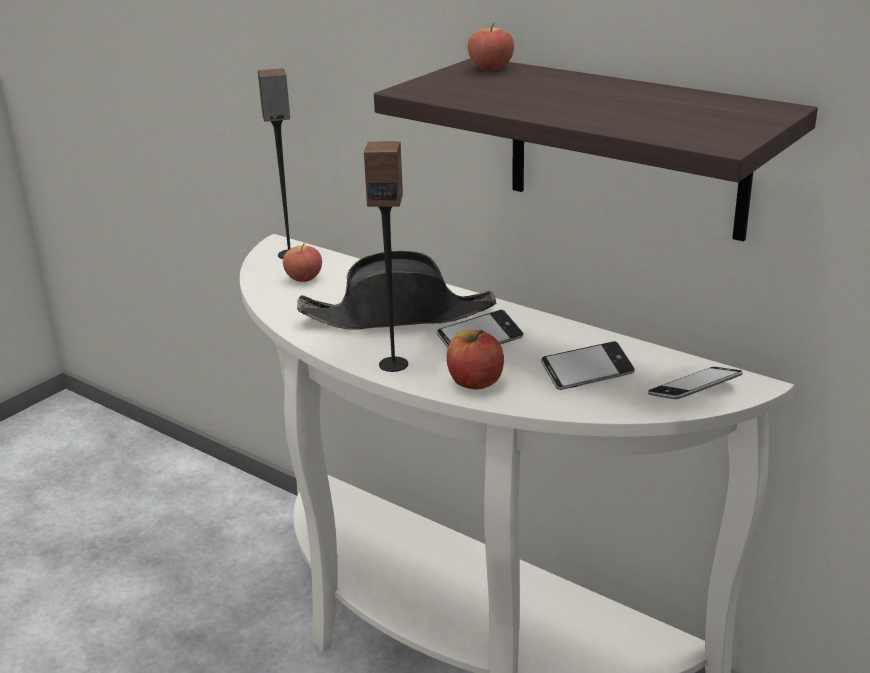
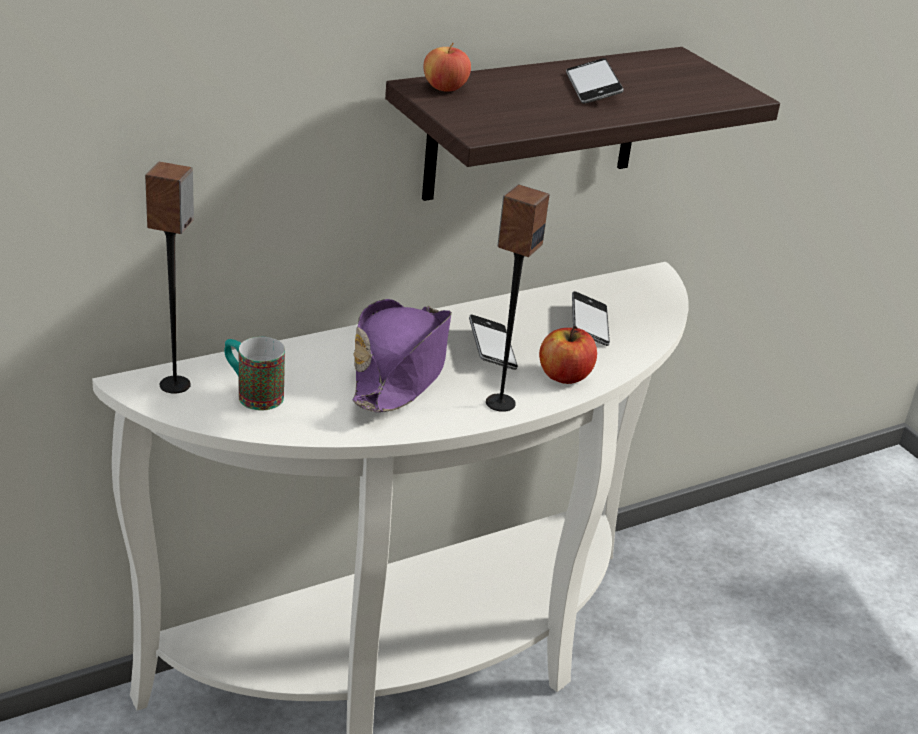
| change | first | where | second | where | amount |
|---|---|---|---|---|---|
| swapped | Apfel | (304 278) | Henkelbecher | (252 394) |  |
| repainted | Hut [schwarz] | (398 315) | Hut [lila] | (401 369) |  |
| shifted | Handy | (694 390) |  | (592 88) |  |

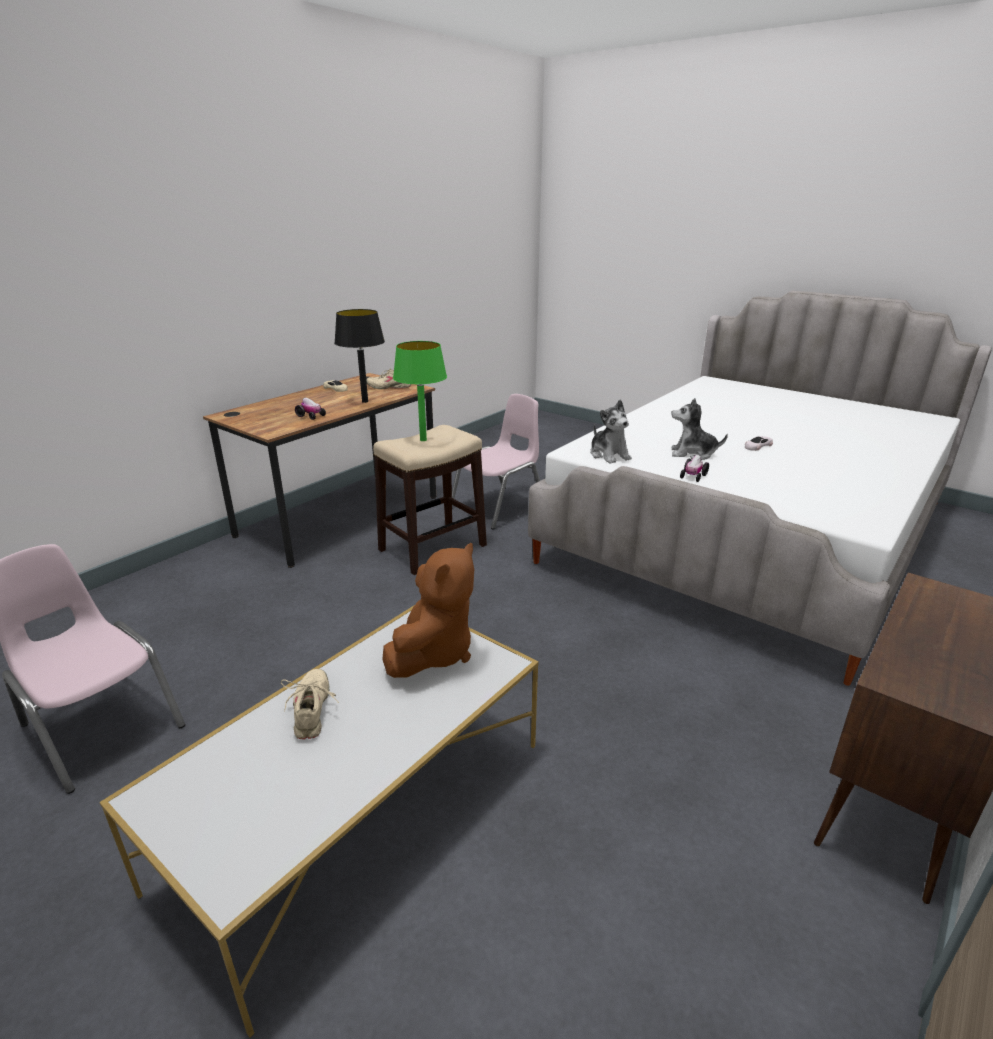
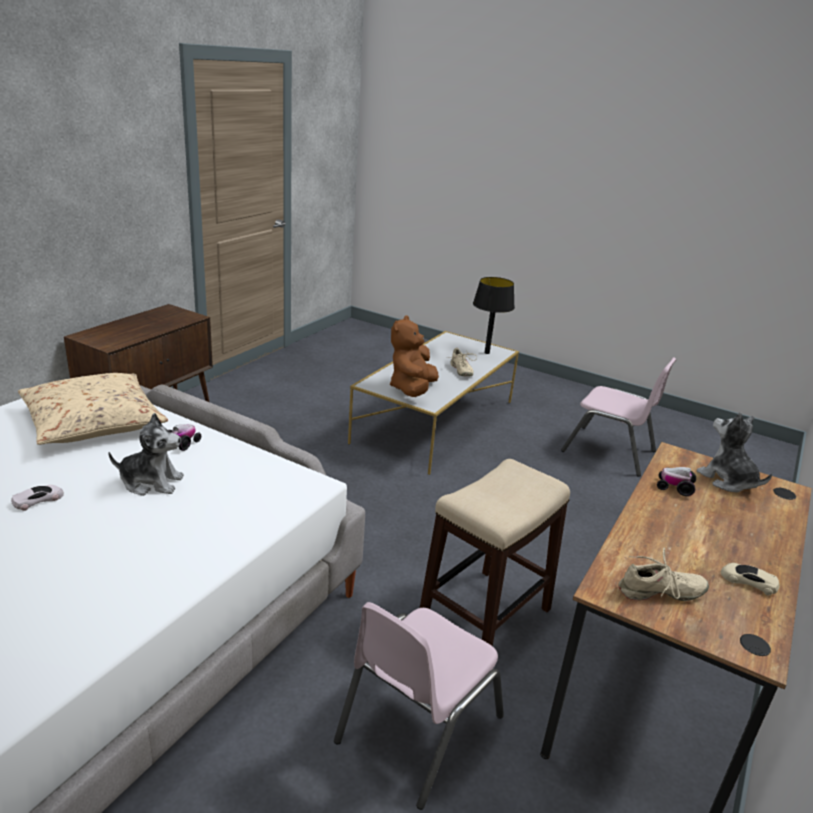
| change | first | where | second | where | amount |
|---|---|---|---|---|---|
| shifted | Tischlampe [schwarz] | (364 401) |  | (487 353) |  |
| gone | Tischlampe [grün] | (423 440) |  |  |  |
| shifted | Plüschtier | (609 455) |  | (727 480) |  |
| new |  |  | Kissen [beige] | (94 422) |  |

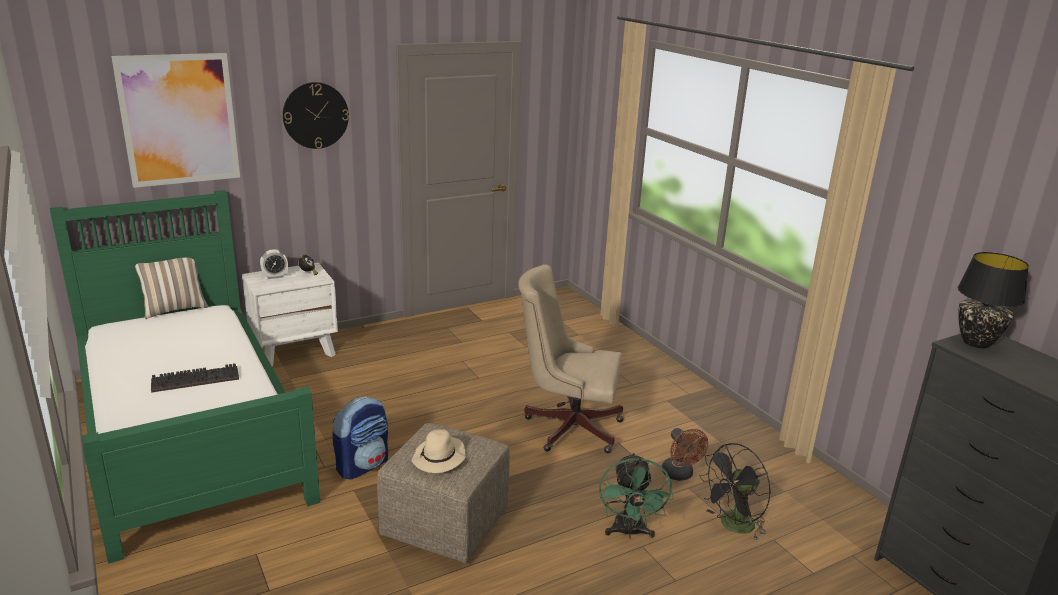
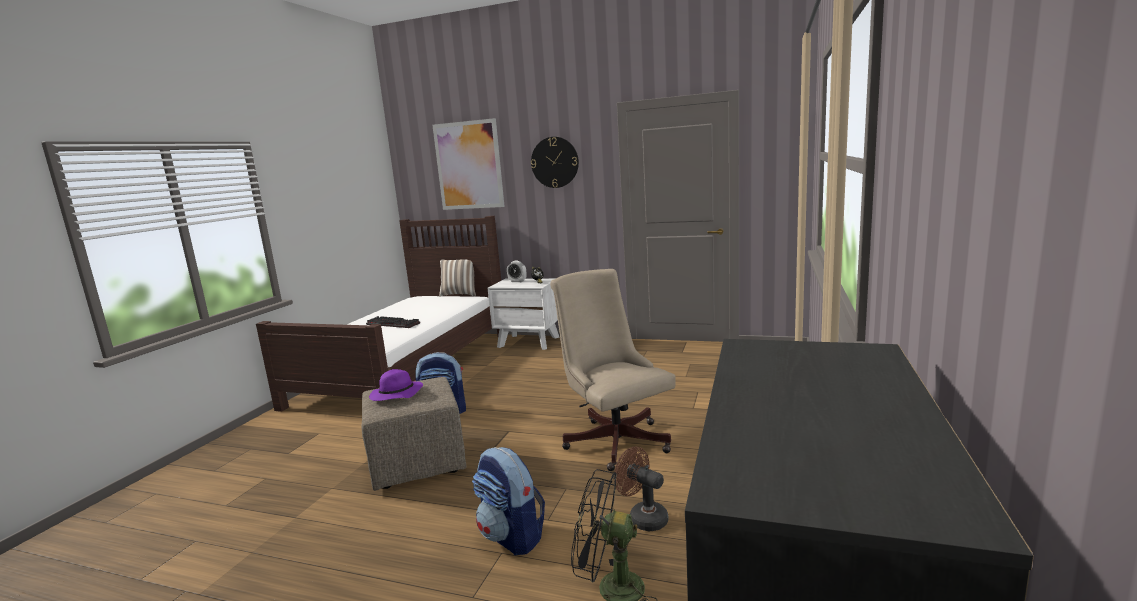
| change | first | where | second | where | amount |
|---|---|---|---|---|---|
| repainted | Bett [grün] | (189 433) | Bett [braun] | (408 367) |  |
| repainted | Hut [beige] | (439 458) | Hut [lila] | (396 395) |  |
| swapped | Ventilator [grün] | (629 532) | Rucksack | (512 536) |  |
| rotated | Ventilator [braun] | (680 475) |  | (643 517) | 105 degrees clockwise |
| gone | Tischlampe [schwarz] | (975 342) |  |  |  |

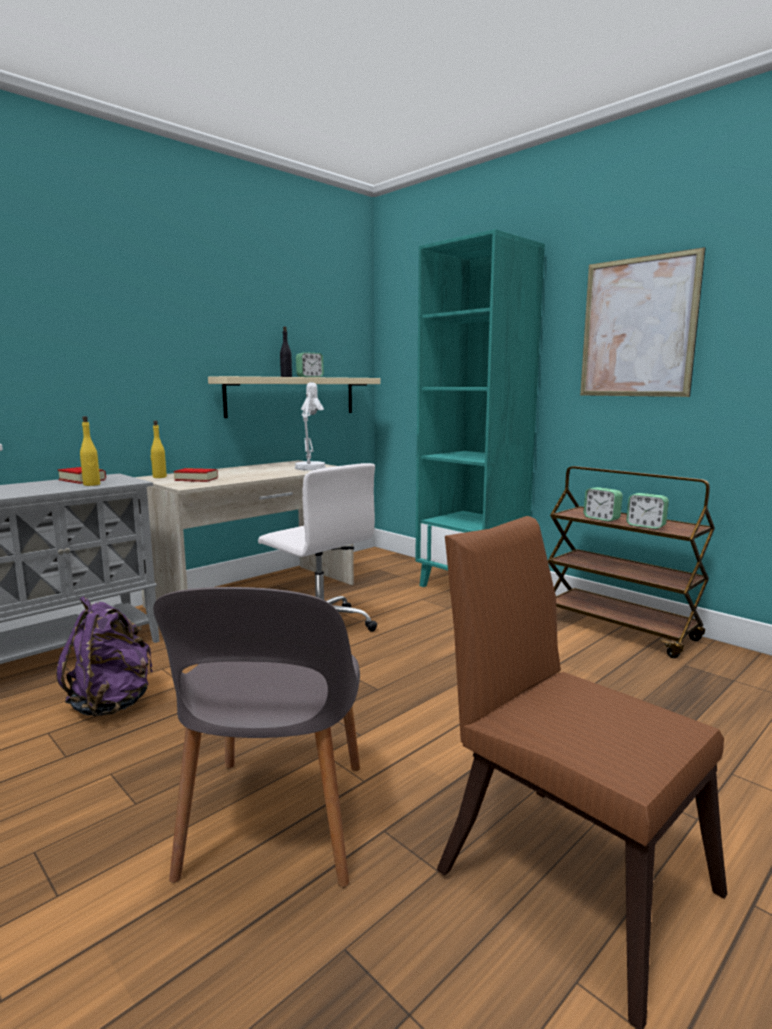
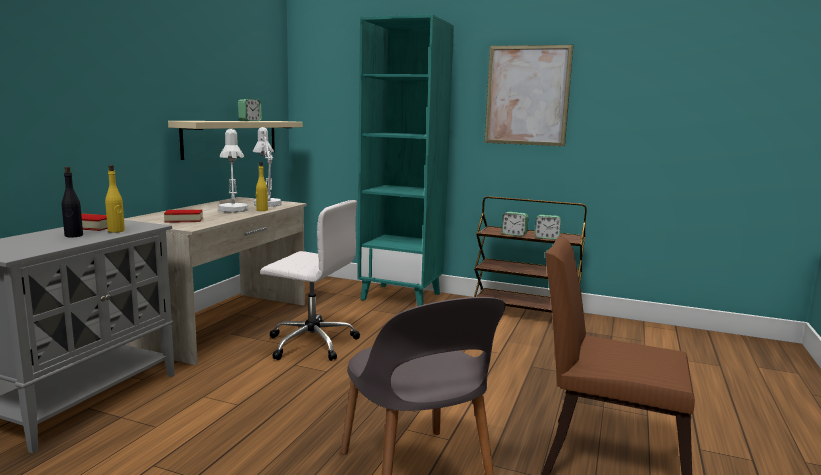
| change | first | where | second | where | amount |
|---|---|---|---|---|---|
| gone | Rucksack [lila] | (112 703) |  |  |  |
| shifted | Flasche [gelb] | (159 477) |  | (262 210) |  |
| shifted | Flasche [schwarz] | (286 376) |  | (73 236) |  |
| new |  |  | Tischlampe [weiß] | (233 211) |  |

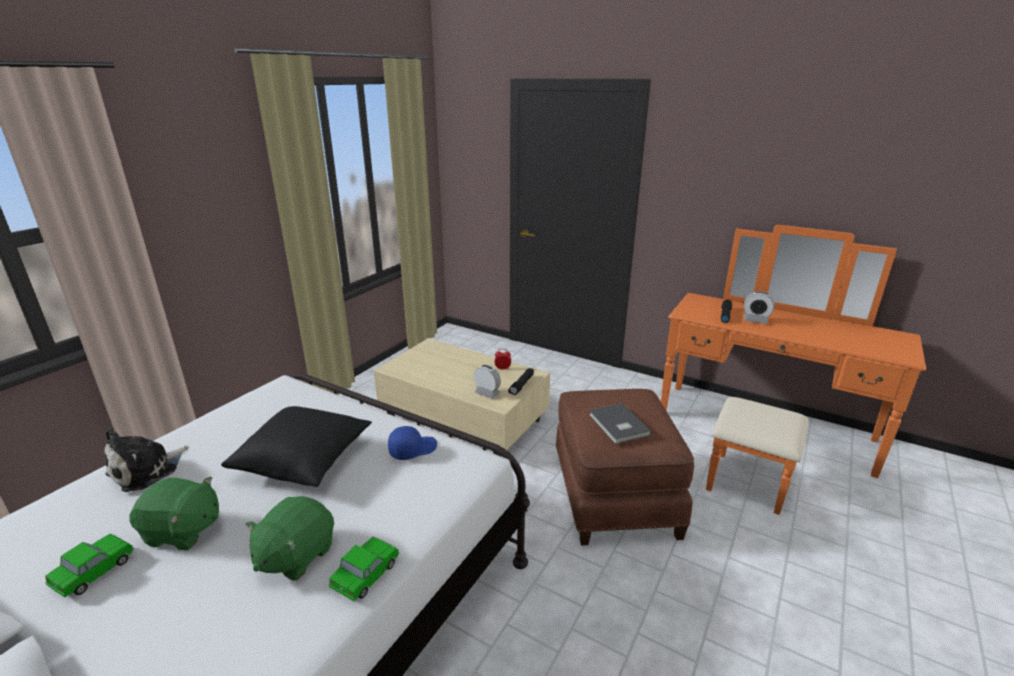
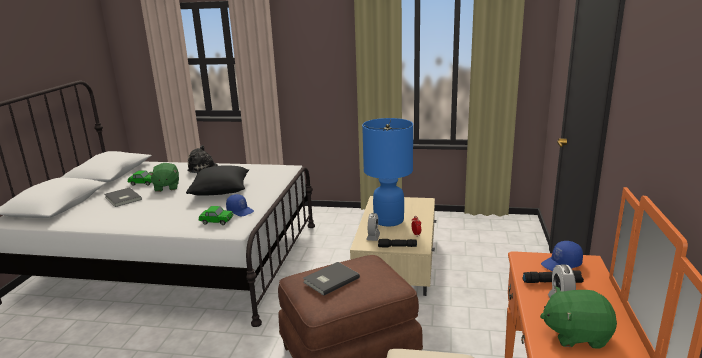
| change | first | where | second | where | amount |
|---|---|---|---|---|---|
| shifted | Plüschtier [grün] | (295 555) |  | (576 334) |  |
| shifted | Spielzeugauto | (366 575) |  | (216 221) |  |
| new |  |  | Buch [grau] | (122 199) |  |
| new |  |  | Tischlampe [blau] | (389 220) |  |
| new |  |  | Kappe [blau] | (561 264) |  |

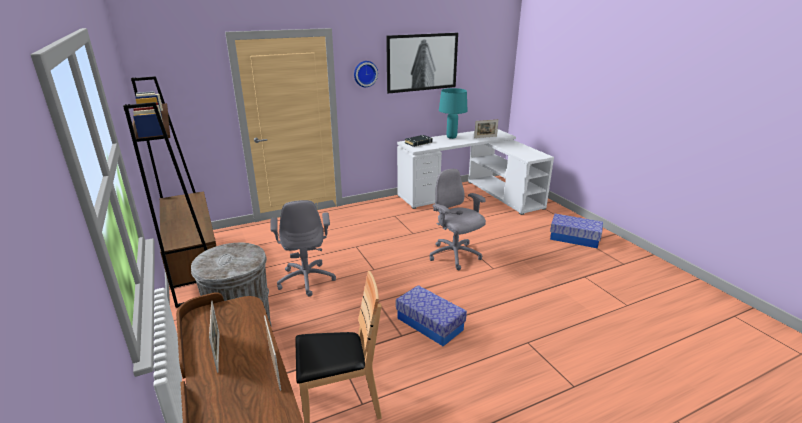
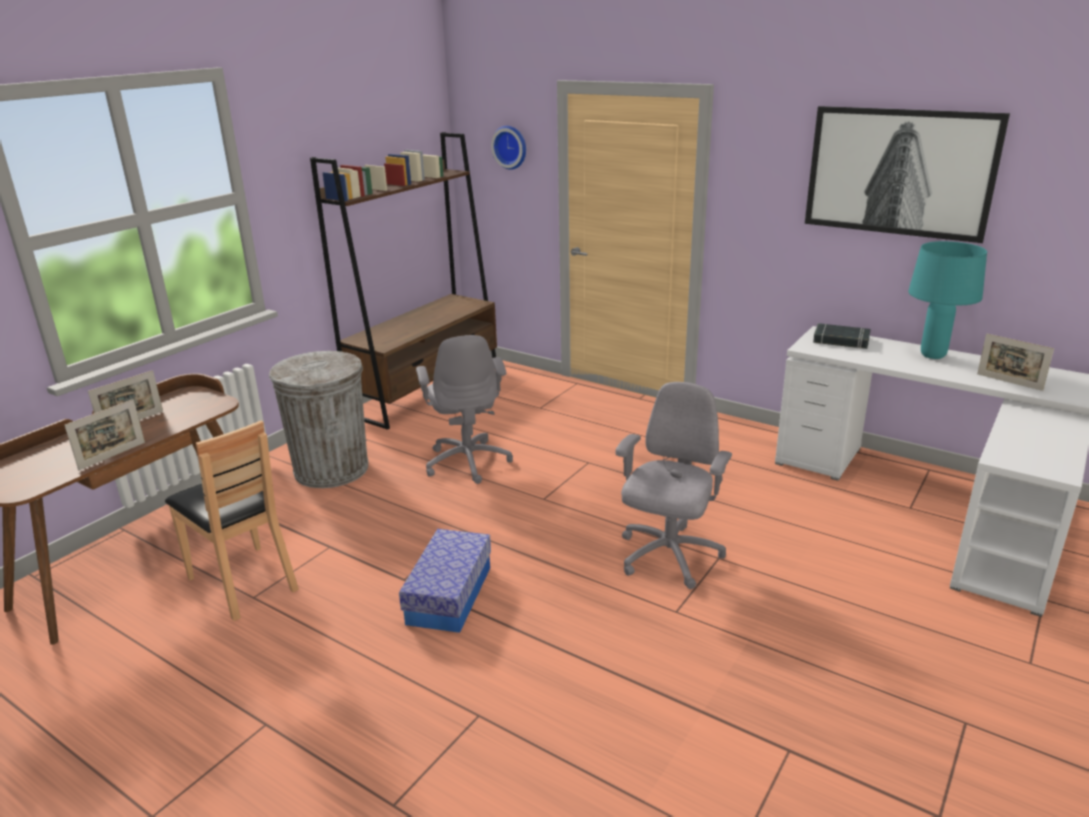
| change | first | where | second | where | amount |
|---|---|---|---|---|---|
| rotated | Bürostuhl [grau] | (306 279) |  | (468 461) | 60 degrees counterclockwise |
| shifted | Wanduhr | (365 73) |  | (511 147) |  |
| gone | Aufbewahrungsbox | (574 238) |  |  |  |

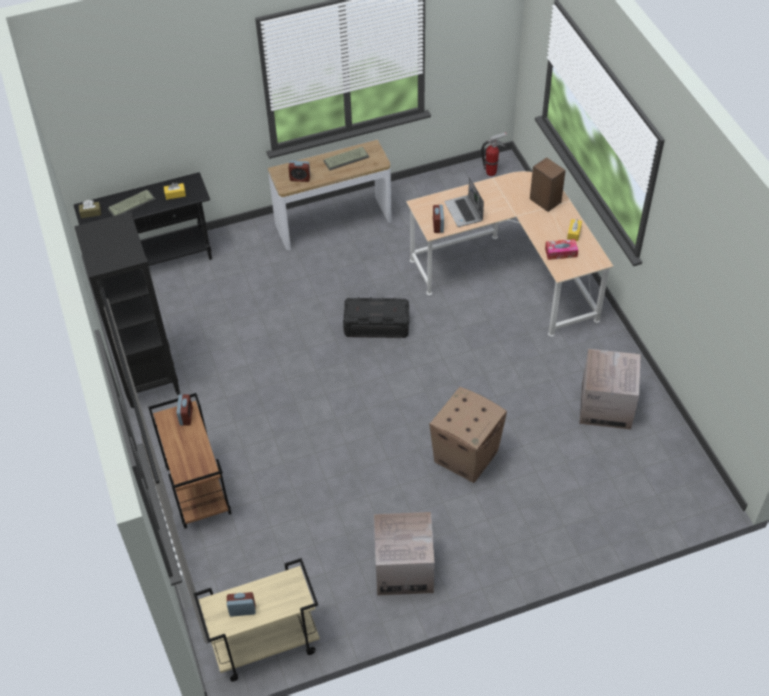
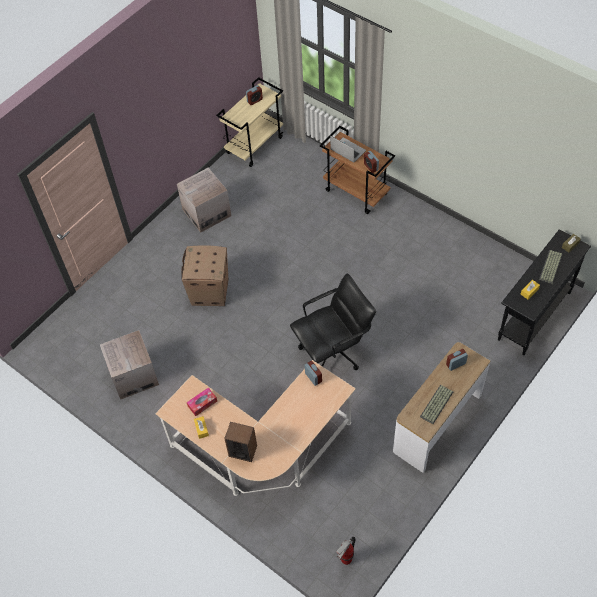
| change | first | where | second | where | amount |
|---|---|---|---|---|---|
| gone | Bücherregal [schwarz] | (148 376) |  |  |  |
| swapped | Aufbewahrungsbox [schwarz] | (376 326) | Bürostuhl [schwarz] | (333 351) |  |
| shifted | Laptop | (464 212) |  | (347 151) |  |

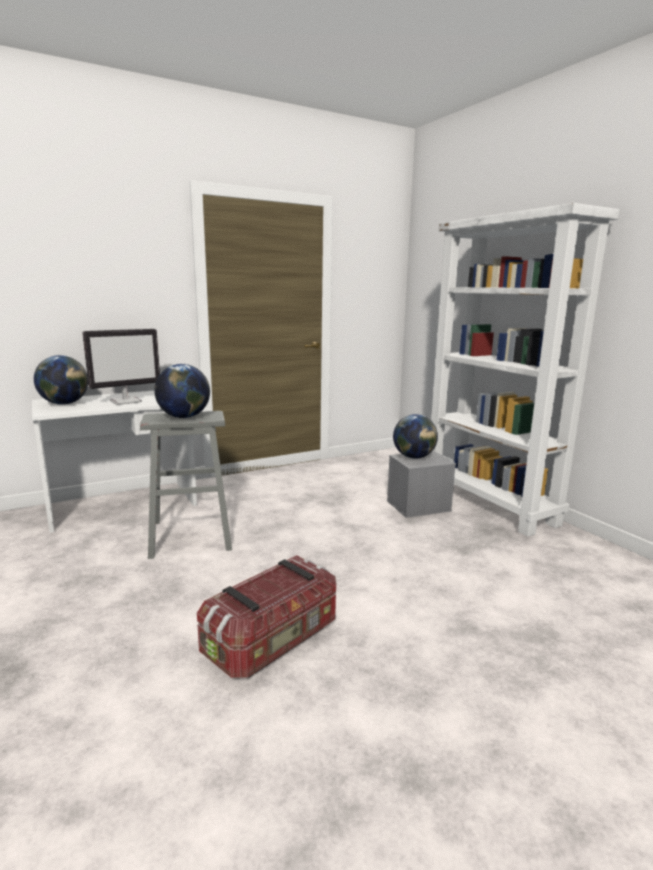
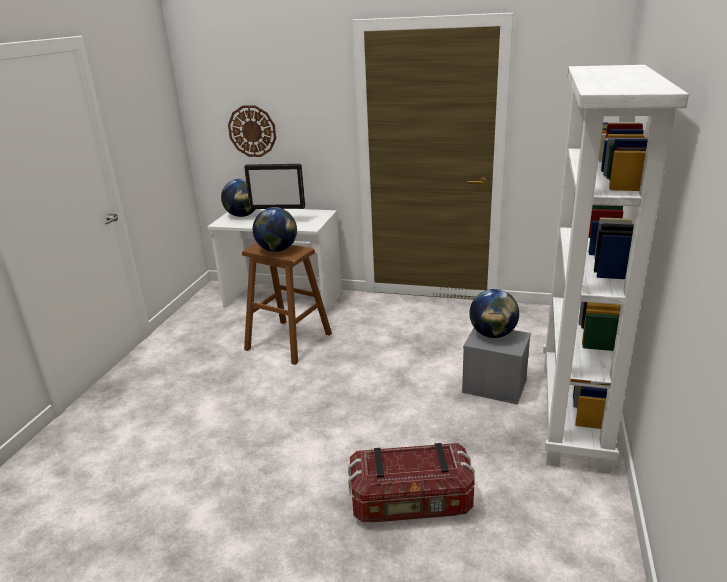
| change | first | where | second | where | amount |
|---|---|---|---|---|---|
| repainted | Hocker [grau] | (190 535) | Hocker [braun] | (288 341) |  |
| shifted | Aufbewahrungsbox | (273 640) |  | (411 504) |  |
| new |  |  | Wanduhr | (252 131) |  |

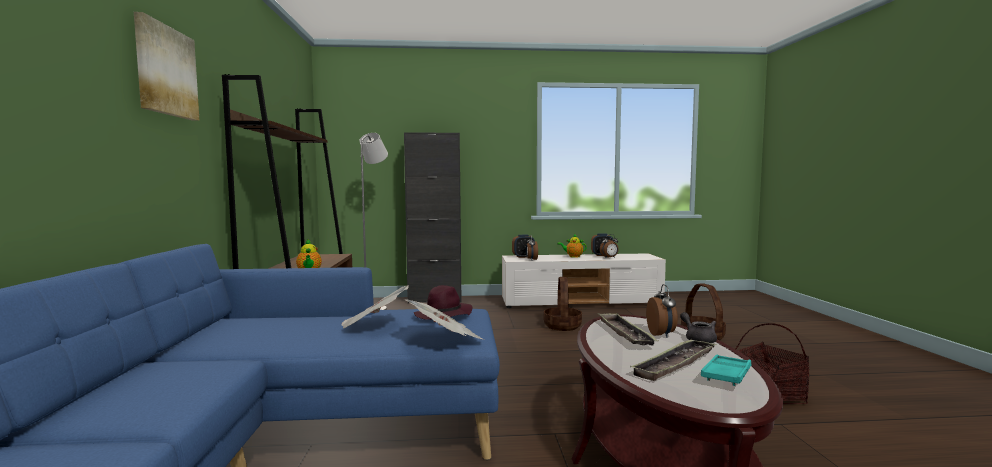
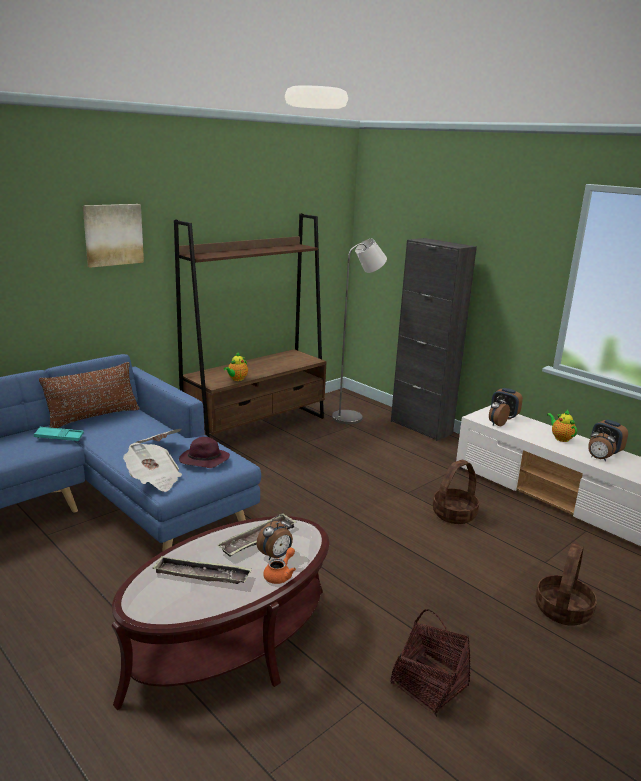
| change | first | where | second | where | amount |
|---|---|---|---|---|---|
| repainted | Teekanne [grau] | (698 339) | Teekanne [orange] | (280 575) |  |
| shifted | Tablett [türkis] | (726 375) |  | (59 437) |  |
| new |  |  | Kissen [braun] | (93 417) |  |

